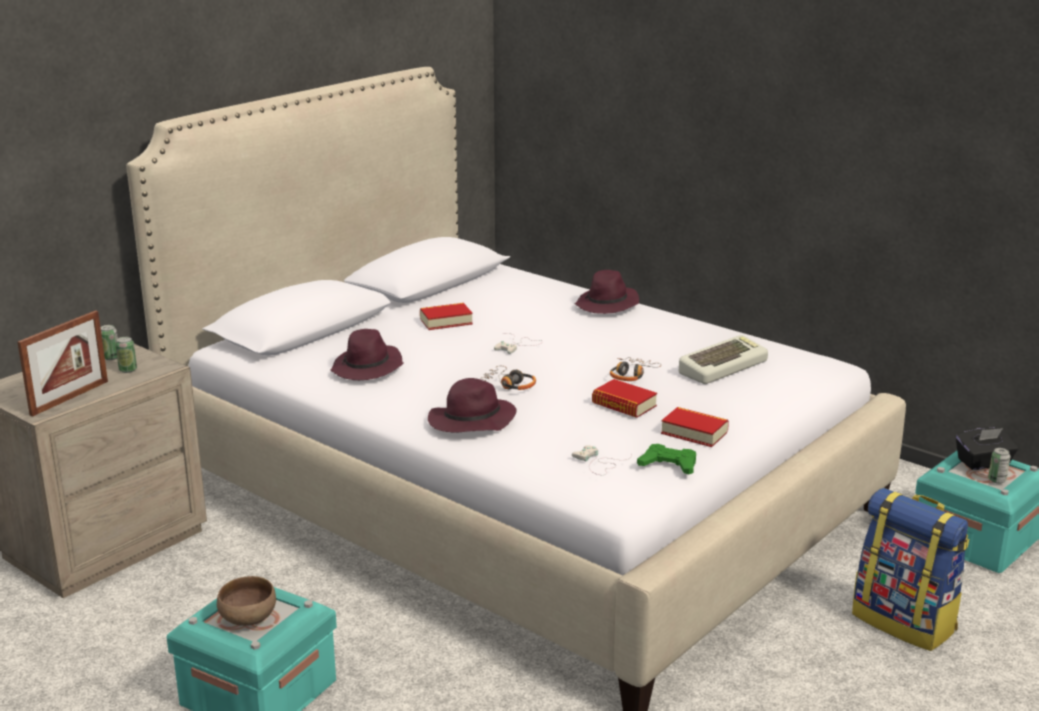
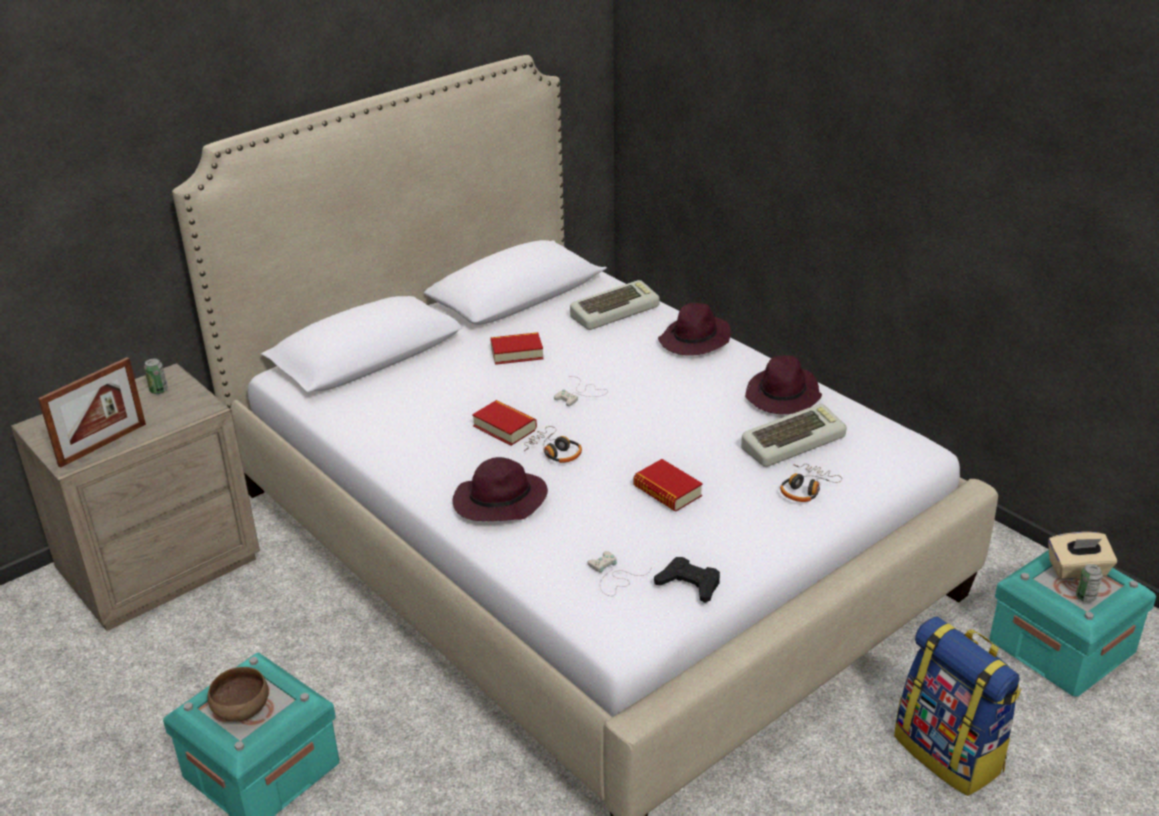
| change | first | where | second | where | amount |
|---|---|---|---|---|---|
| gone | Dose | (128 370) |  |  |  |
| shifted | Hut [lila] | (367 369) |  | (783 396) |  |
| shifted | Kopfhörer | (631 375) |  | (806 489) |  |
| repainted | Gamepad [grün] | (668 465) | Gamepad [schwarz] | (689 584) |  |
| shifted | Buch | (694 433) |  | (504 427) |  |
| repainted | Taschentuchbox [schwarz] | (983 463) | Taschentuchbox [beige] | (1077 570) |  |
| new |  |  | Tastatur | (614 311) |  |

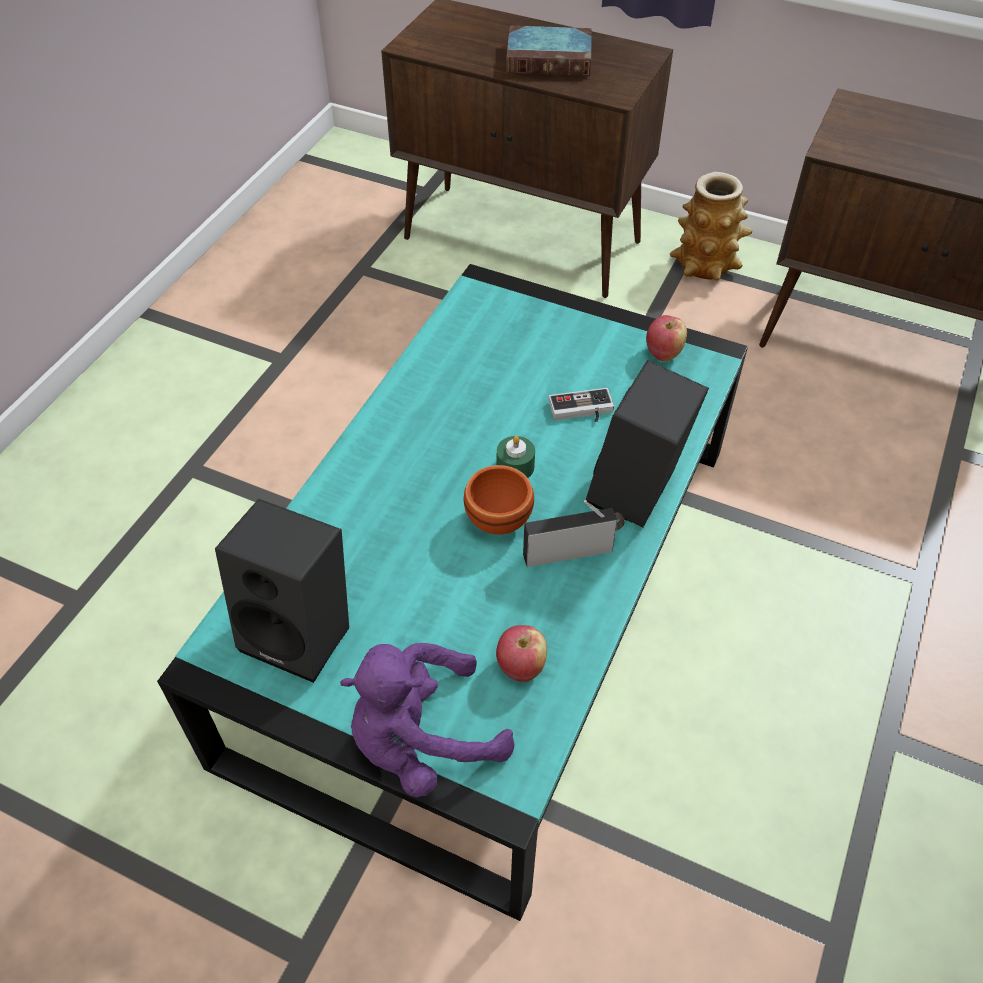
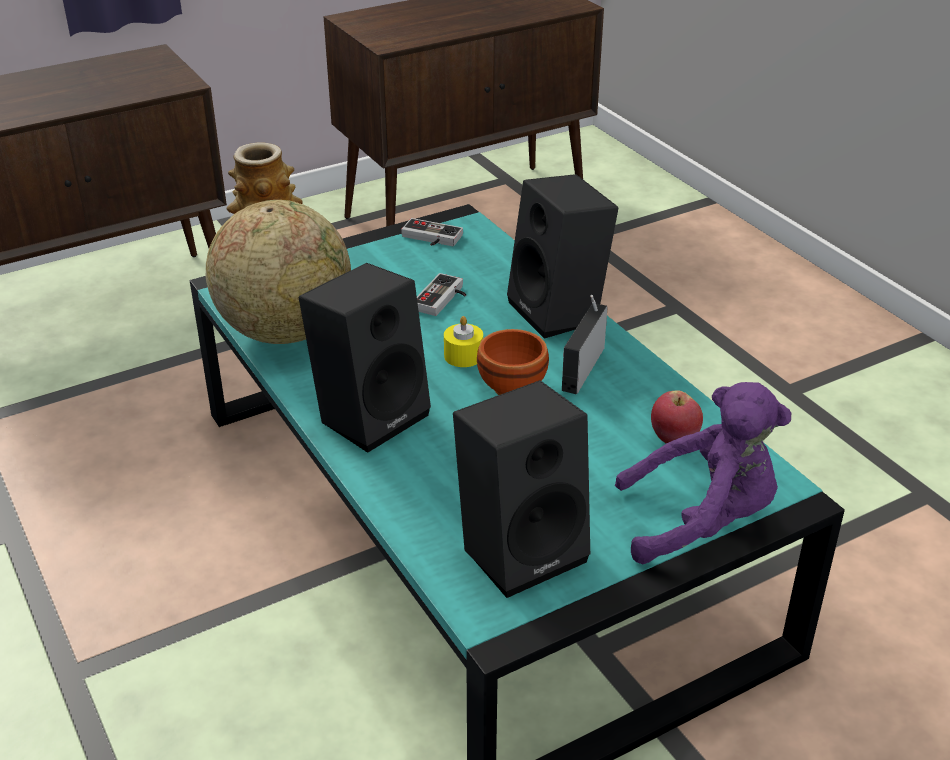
| change | first | where | second | where | amount |
|---|---|---|---|---|---|
| rotated | Plüschtier [lila] | (422 740) |  | (701 521) | 105 degrees counterclockwise |
| repainted | Kerze [grün] | (515 466) | Kerze [gelb] | (463 356) |  |
| gone | Buch | (551 59) |  |  |  |
| swapped | Apfel | (663 353) | Gamepad | (430 238) |  |
| new |  |  | Globus | (285 331) |  |
| new |  |  | Lautsprecher [schwarz] | (371 414) |  |

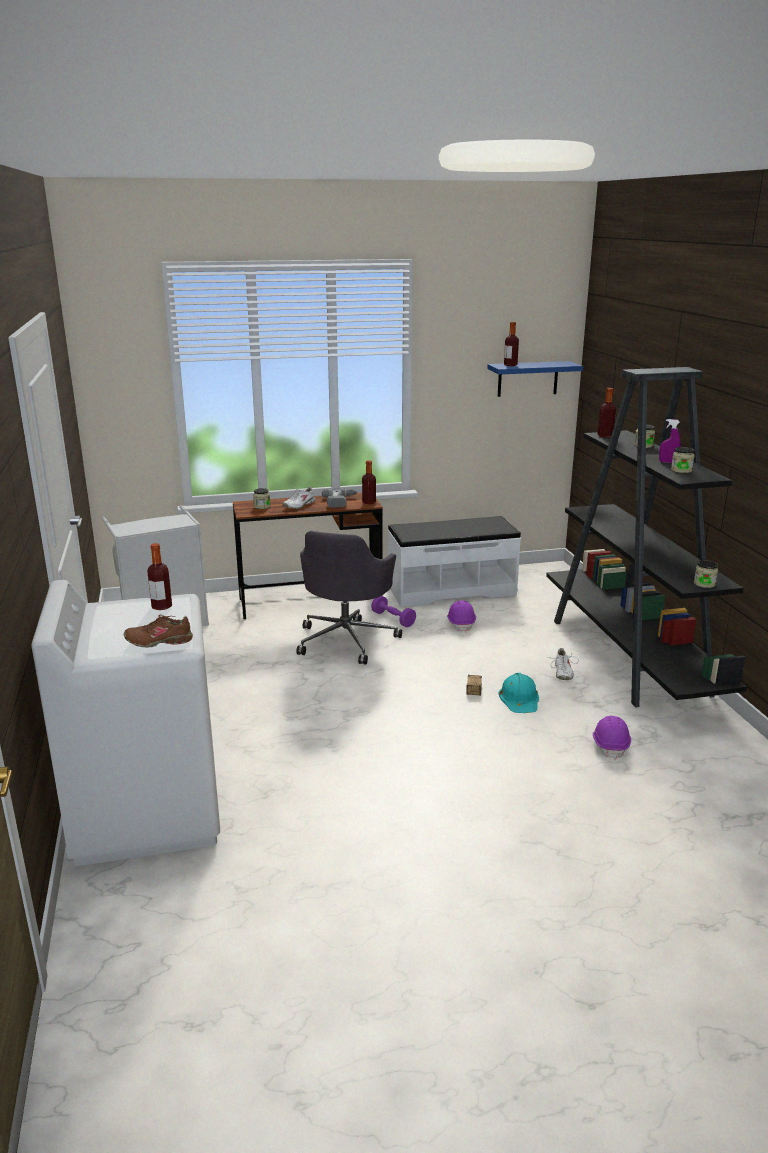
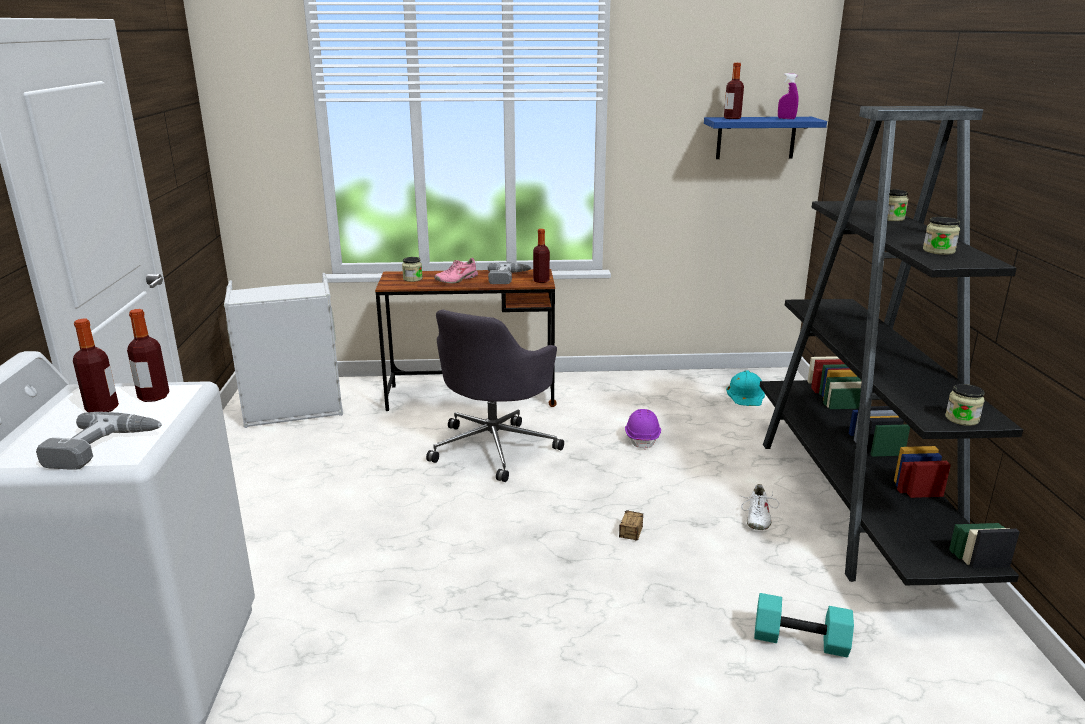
| change | first | where | second | where | amount |
|---|---|---|---|---|---|
| swapped | Schuh [braun] | (159 641) | Bohrmaschine | (103 448) |  |
| repainted | Schuh [weiß] | (299 505) | Schuh [rosa] | (456 280) |  |
| gone | Hantel [lila] | (393 619) |  |  |  |
| gone | Bank [weiß] | (451 590) |  |  |  |
| shifted | Schutzhelm [türkis] | (520 698) |  | (746 394) |  |
| swapped | Schutzhelm [lila] | (610 745) | Hantel [türkis] | (801 639) |  |
| shifted | Flasche | (605 436) |  | (102 409) |  |
| shifted | Sprühflasche [lila] | (668 462) |  | (786 118) |  |

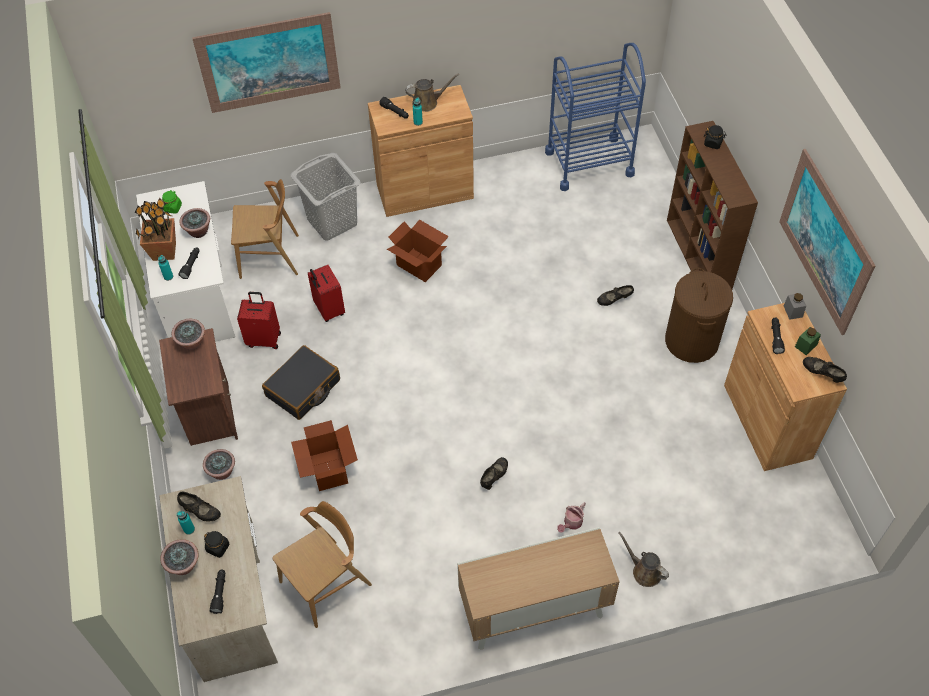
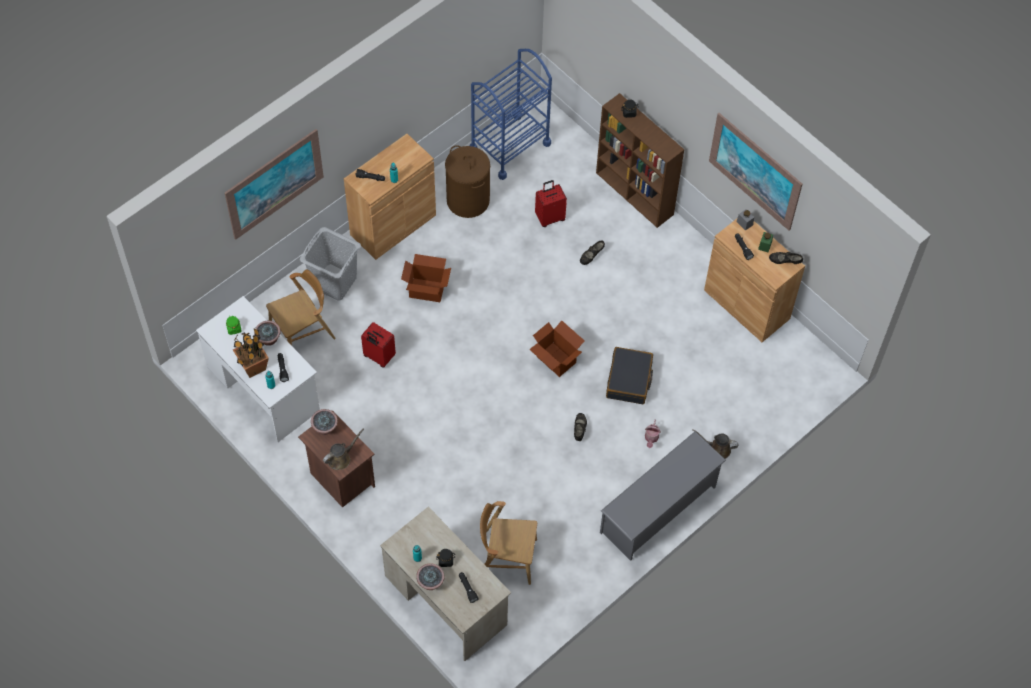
| change | first | where | second | where | amount |
|---|---|---|---|---|---|
| gone | Schuh [schwarz] | (200 512) |  |  |  |
| gone | Topfpflanze | (222 472) |  |  |  |
| shifted | Koffer [rot] | (264 339) |  | (550 217) |  |
| shifted | Koffer [schwarz] | (303 388) |  | (629 380) |  |
| rotated | Stuhl [braun] | (326 583) |  | (506 558) | 105 degrees counterclockwise |
| shifted | Karton | (328 470) |  | (556 360) |  |
| shifted | Gießkanne [braun] | (427 102) |  | (341 458) |  |
| swapped | Schrank | (533 610) | Schuhregal [grau] | (658 509) |  |
| shifted | Wäschekorb [braun] | (691 341) |  | (467 200) |  |

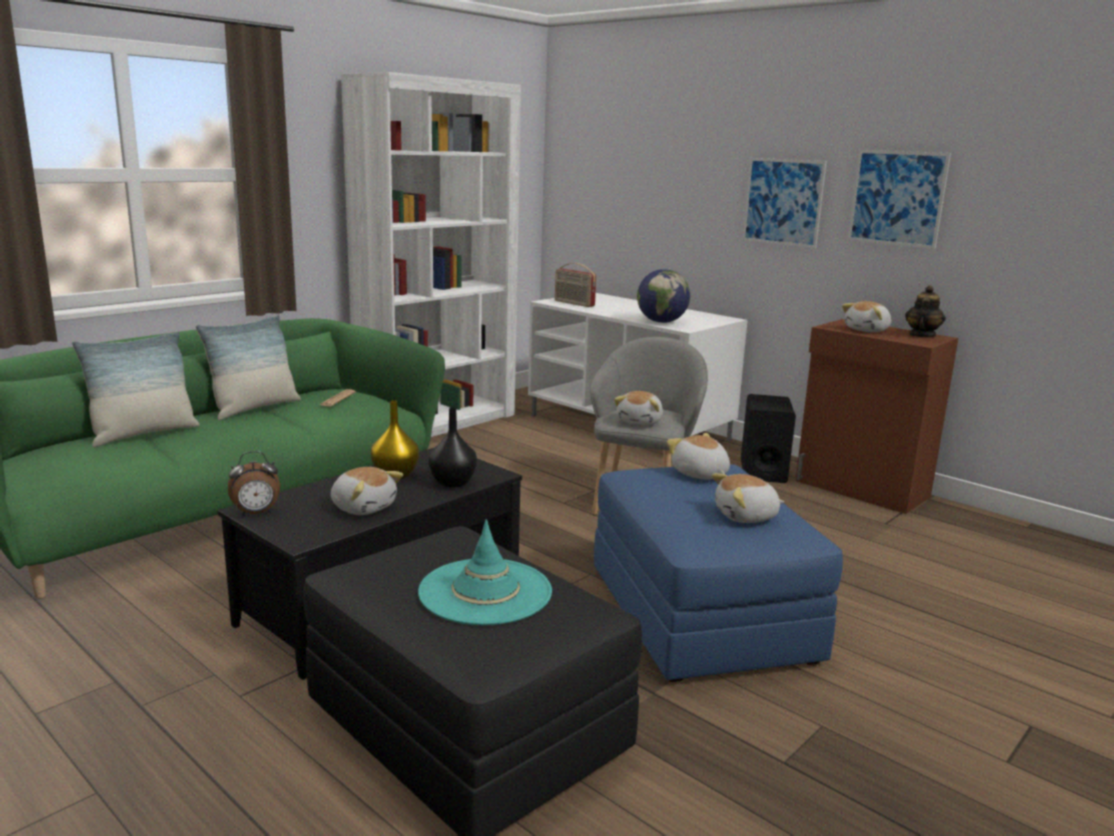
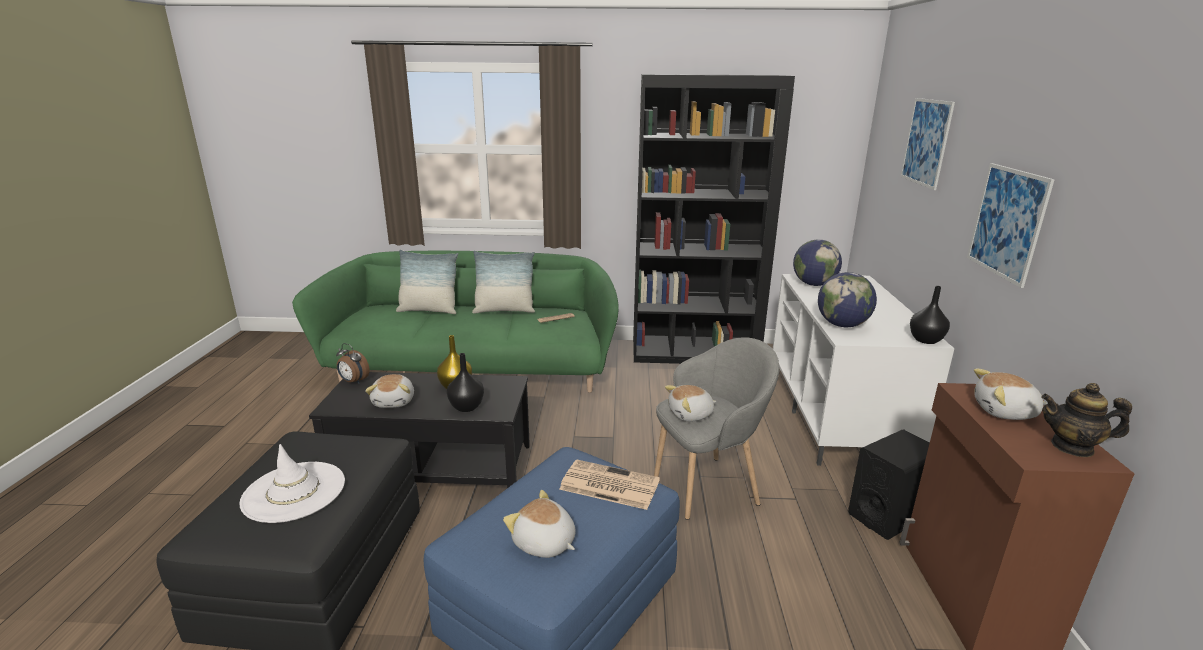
| change | first | where | second | where | amount |
|---|---|---|---|---|---|
| repainted | Bücherregal [weiß] | (438 422) | Bücherregal [schwarz] | (694 353) |  |
| repainted | Hut [türkis] | (485 592) | Hut [weiß] | (294 492) |  |
| swapped | Radio | (573 303) | Globus | (813 284) |  |
| swapped | Plüschtier | (699 474) | Zeitung | (608 485) |  |
| shifted | Bild | (897 198) |  | (926 142) |  |
| rotated | Teekanne | (921 335) |  | (1072 447) | 150 degrees counterclockwise |
| new |  |  | Vase [schwarz] | (926 340) |  |

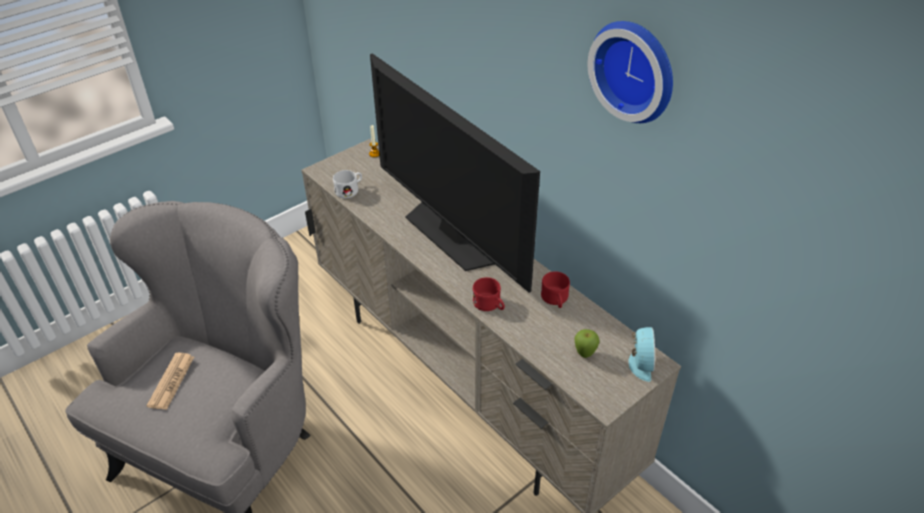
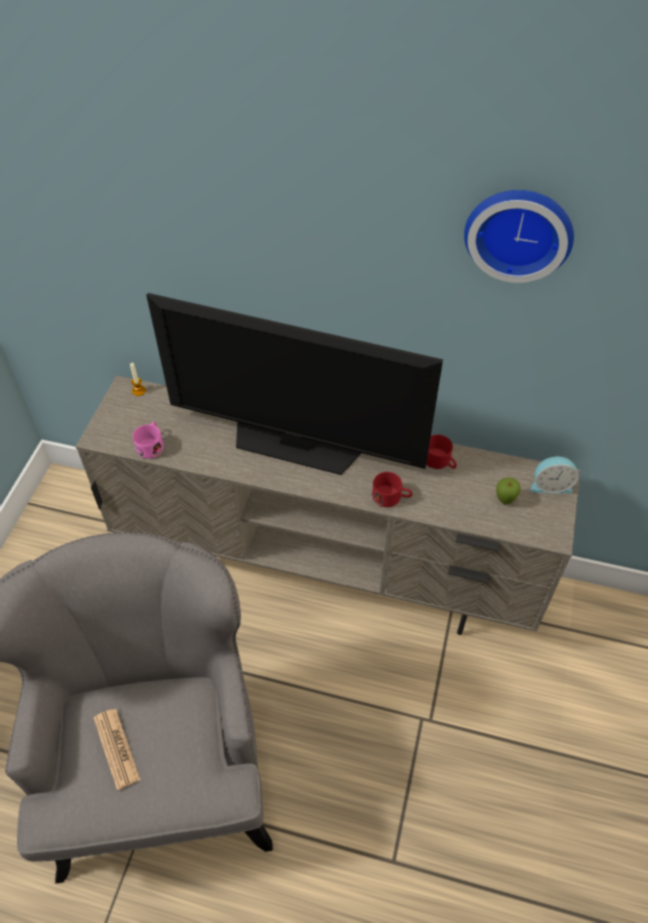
| change | first | where | second | where | amount |
|---|---|---|---|---|---|
| repainted | Henkelbecher [weiß] | (350 190) | Henkelbecher [rosa] | (151 445) |  |
| rotated | Wecker | (639 363) |  | (550 485) | 120 degrees clockwise |

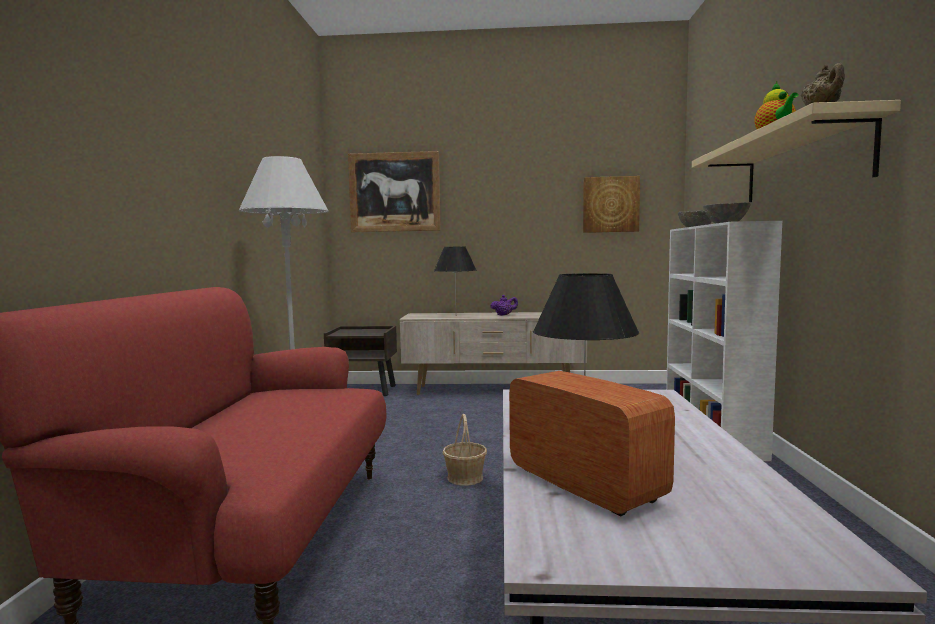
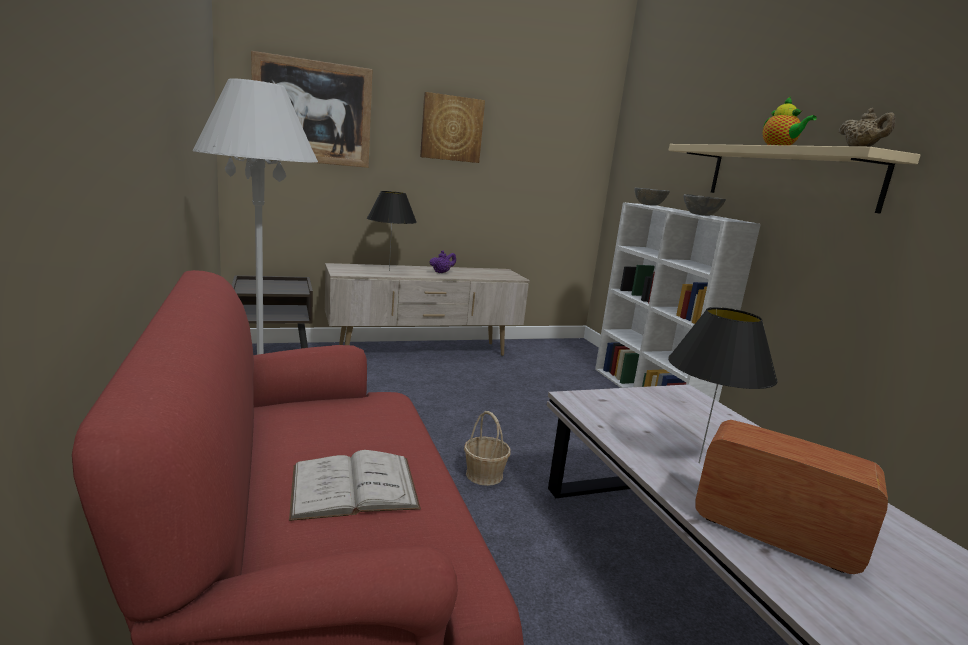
| change | first | where | second | where | amount |
|---|---|---|---|---|---|
| shifted | Bild | (610 204) |  | (451 128) |  |
| new |  |  | Buch [weiß] | (354 487) |  |

